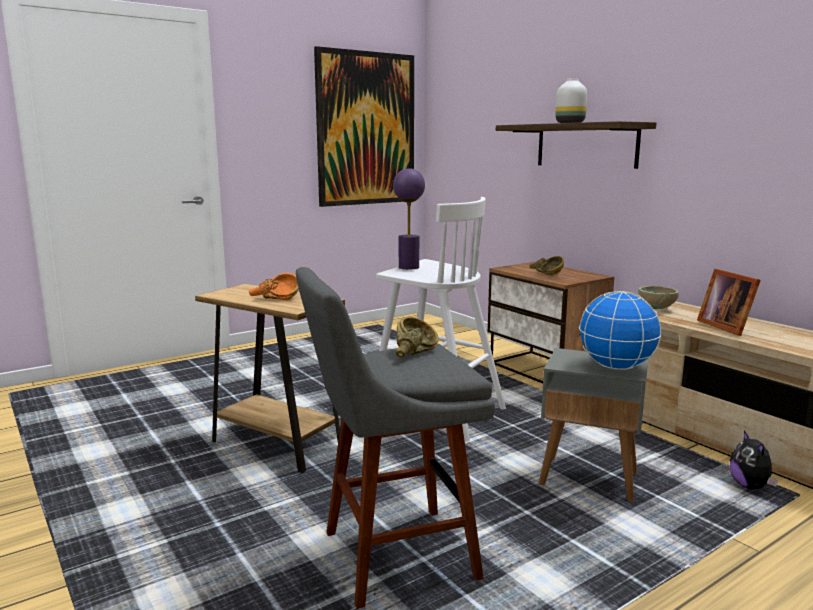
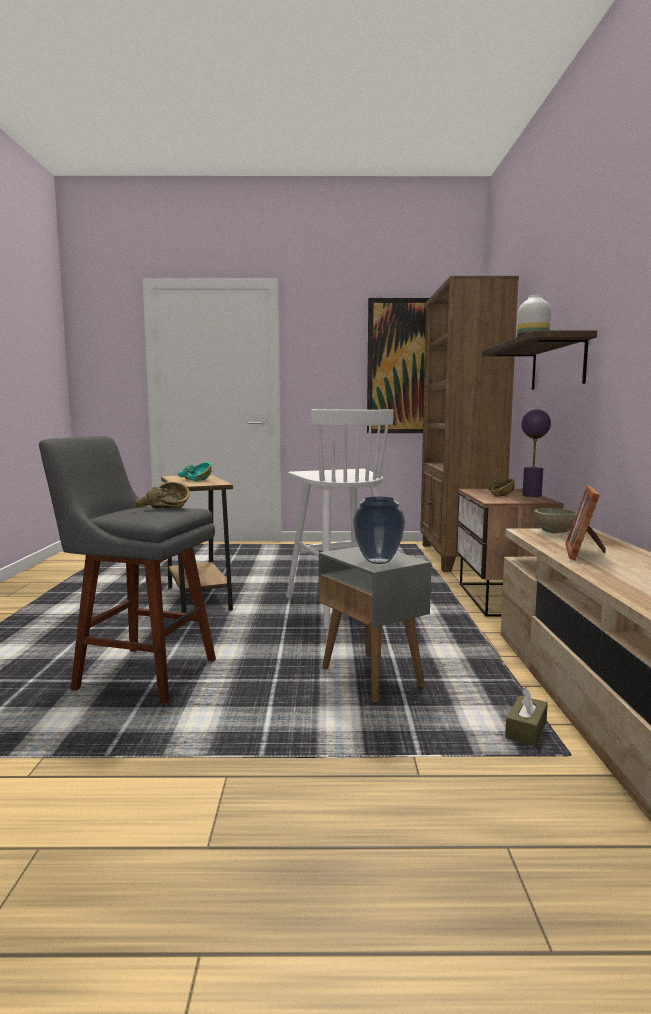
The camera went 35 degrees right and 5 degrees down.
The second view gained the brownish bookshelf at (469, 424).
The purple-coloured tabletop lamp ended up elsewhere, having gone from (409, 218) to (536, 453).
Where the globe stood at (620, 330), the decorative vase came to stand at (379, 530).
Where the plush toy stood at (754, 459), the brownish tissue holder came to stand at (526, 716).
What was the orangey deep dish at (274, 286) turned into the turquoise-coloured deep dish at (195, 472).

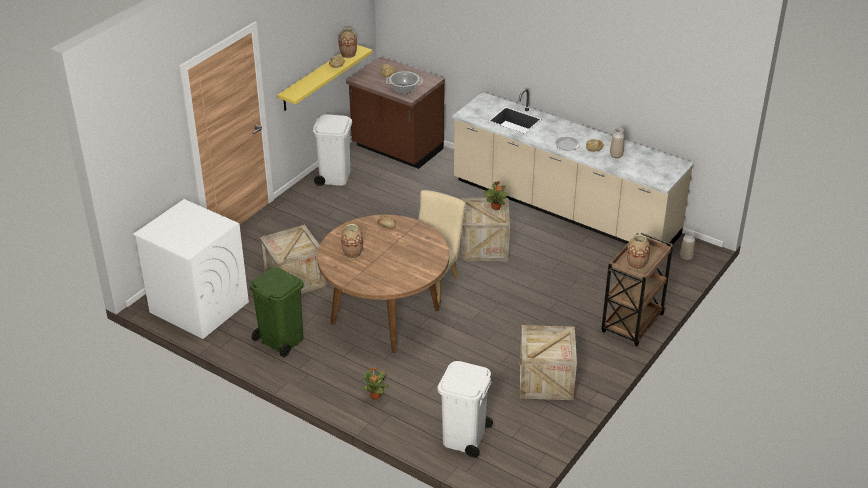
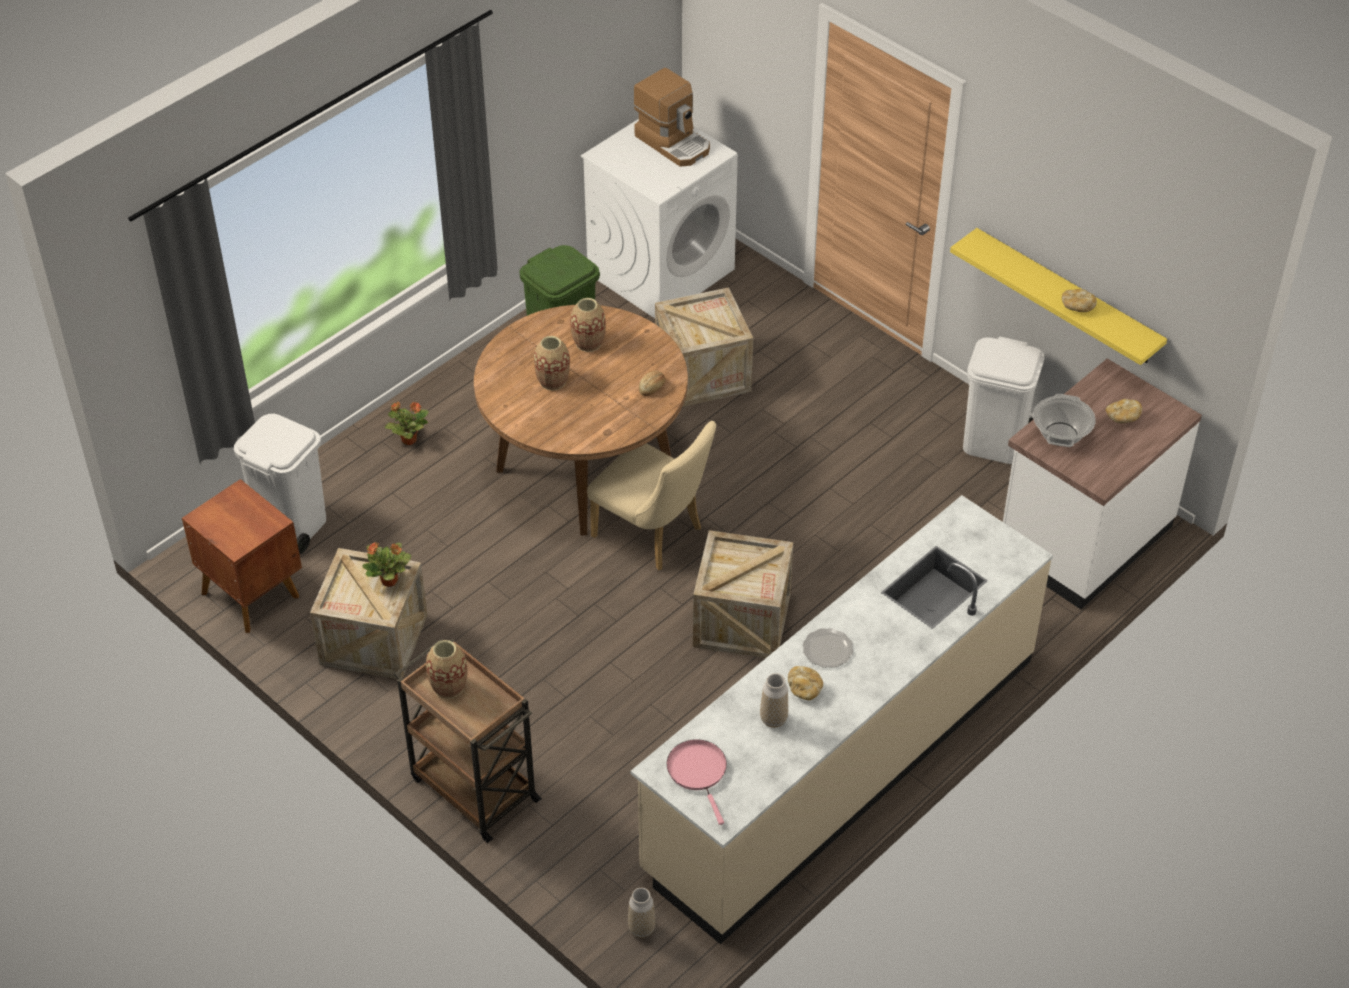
The camera went 100 degrees right and 10 degrees up.
The second view gained the brownish bedside table at (242, 556).
The second view gained the coffee maker at (672, 117).
The second view gained the pink pan at (697, 782).
The decorative vase ended up elsewhere, having gone from (347, 43) to (552, 363).
The plant in a pot ended up elsewhere, having gone from (495, 195) to (386, 564).
What was the brownish kitchen counter at (395, 113) turned into the whitish kitchen counter at (1102, 484).

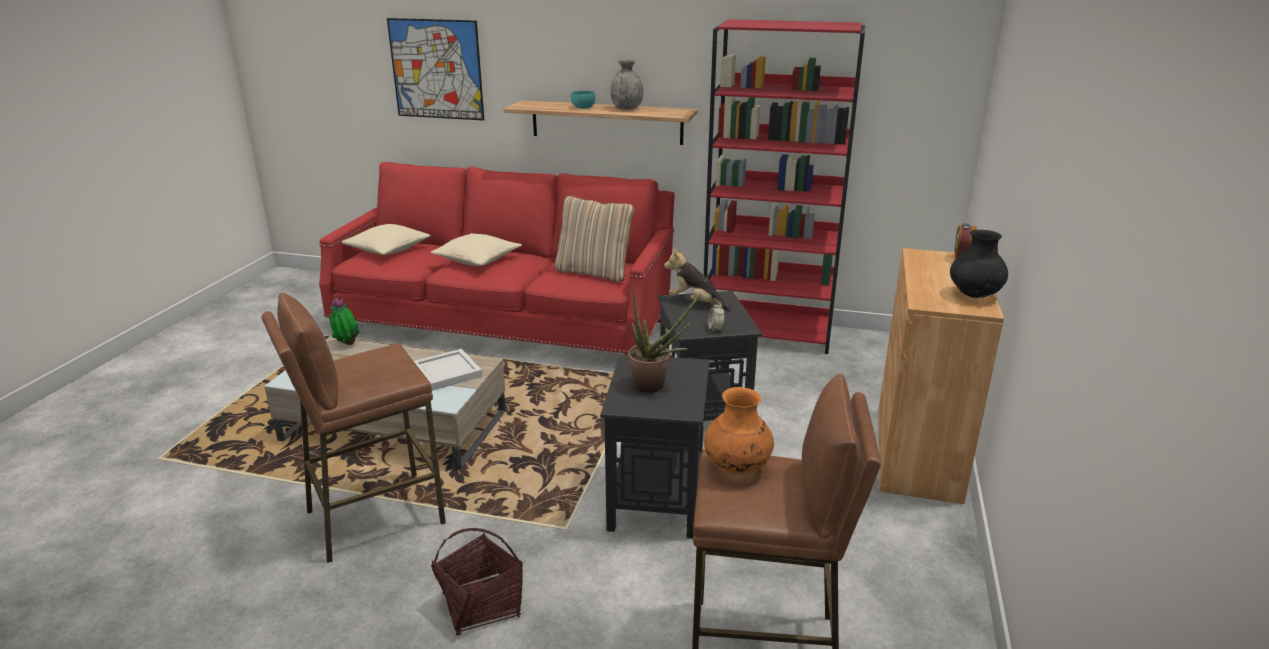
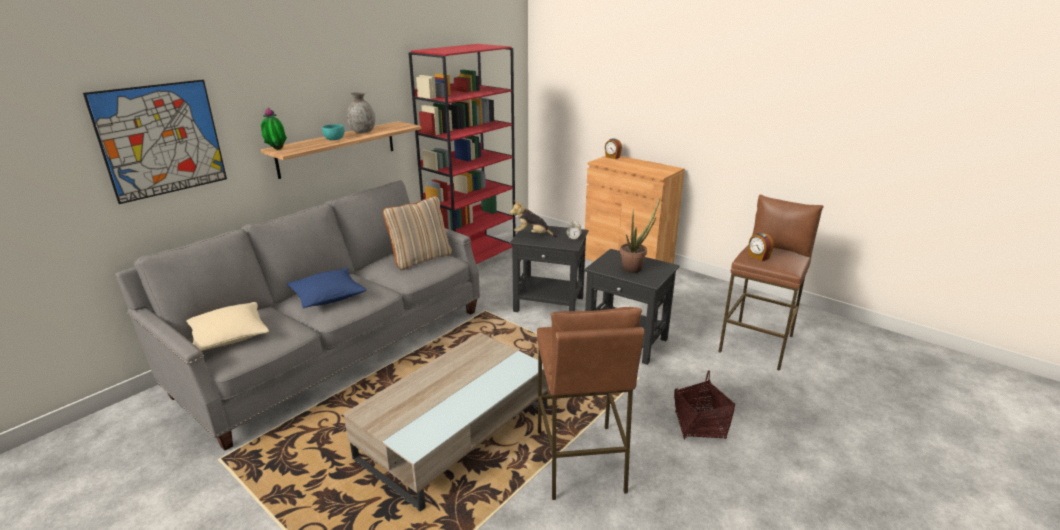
The camera went 65 degrees left and 0 degrees up.
The second view lost the whitish serving tray at (448, 370).
The second view lost the black decorative vase at (979, 264).
The plant in a pot ended up elsewhere, having gone from (345, 321) to (274, 129).
Where the orangey decorative vase stood at (739, 431), the alarm clock came to stand at (761, 247).
What was the reddish couch at (497, 258) turned into the gray couch at (297, 315).
What was the beige-coloured throw pillow at (476, 249) turned into the bluish throw pillow at (326, 288).
The plush toy at (697, 279) ended up facing another way, 45 degrees clockwise from before.

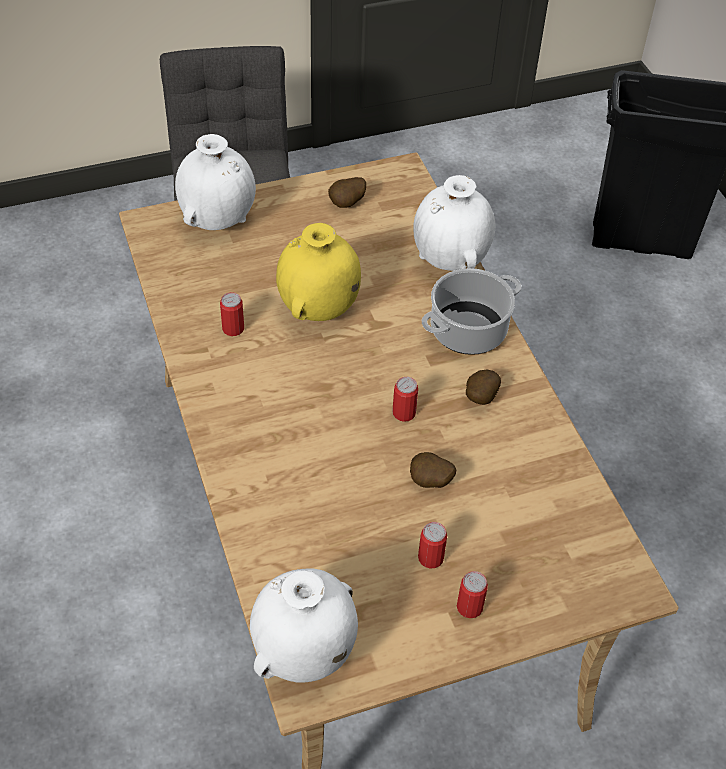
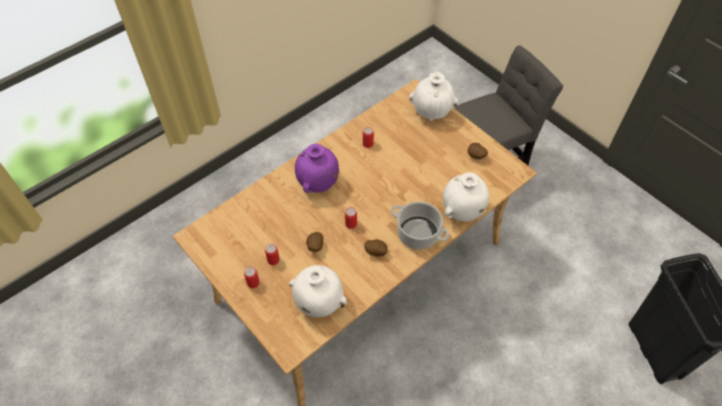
The camera went 70 degrees right and 5 degrees up.
The second view lost the yellowish decorative vase at (318, 272).
The second view gained the purple-coloured decorative vase at (317, 168).
The whitish decorative vase ended up elsewhere, having gone from (304, 626) to (318, 291).

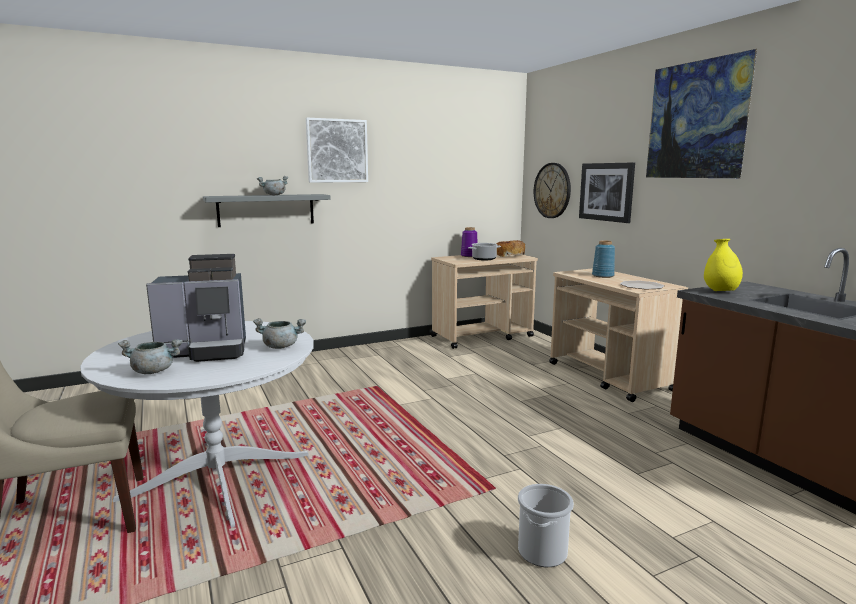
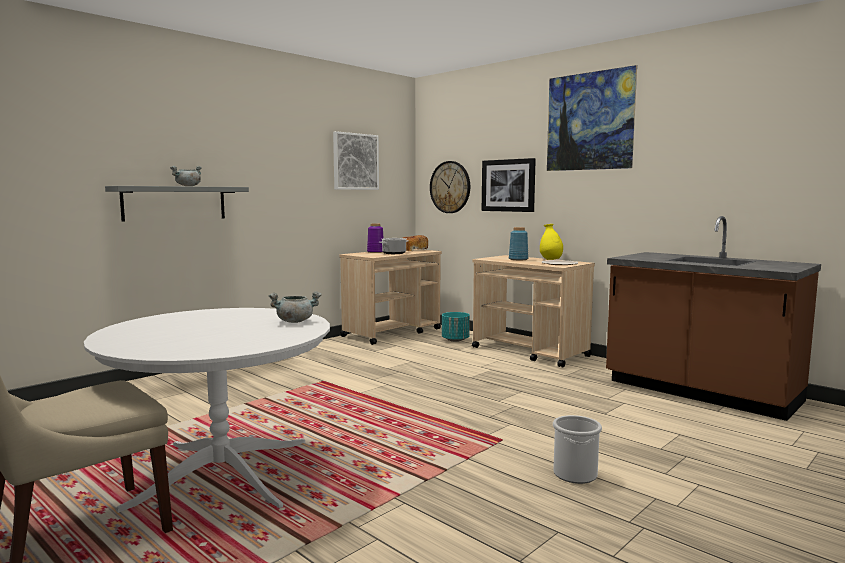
The camera went 20 degrees left and 5 degrees down.
The second view lost the gray saucepot at (150, 356).
The second view lost the coffee maker at (196, 308).
The second view gained the turquoise-coloured plant pot at (456, 327).
The wall art ended up elsewhere, having gone from (337, 150) to (356, 160).
The yellowish decorative vase ended up elsewhere, having gone from (723, 265) to (551, 242).

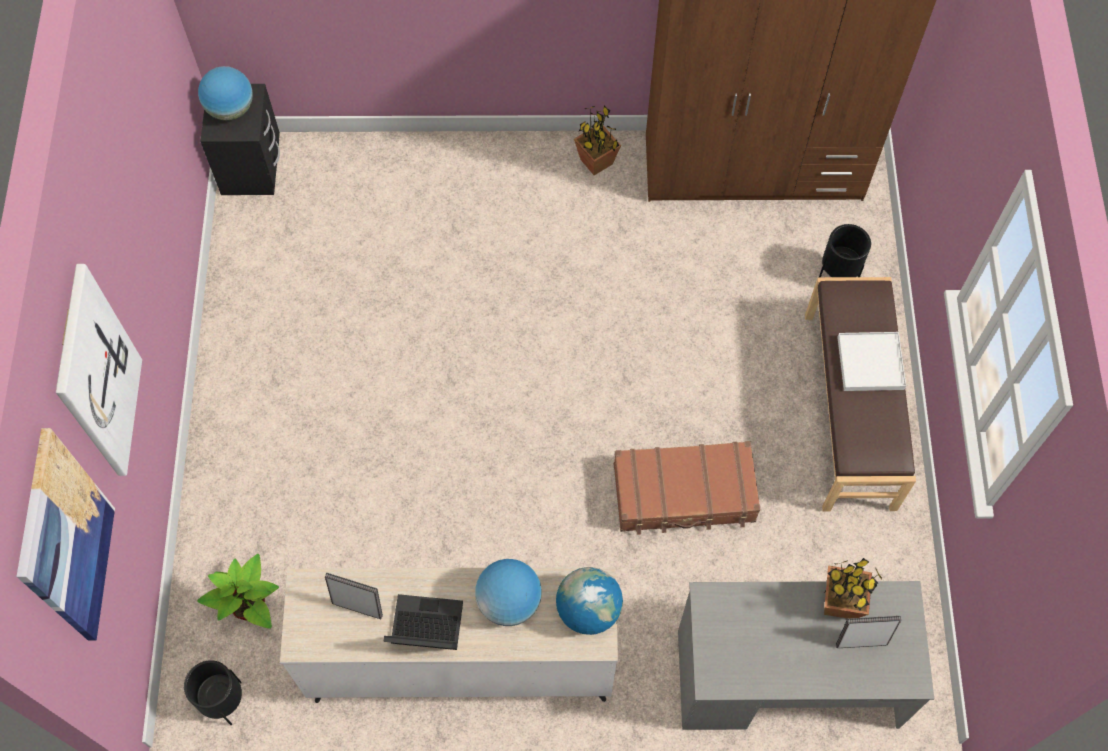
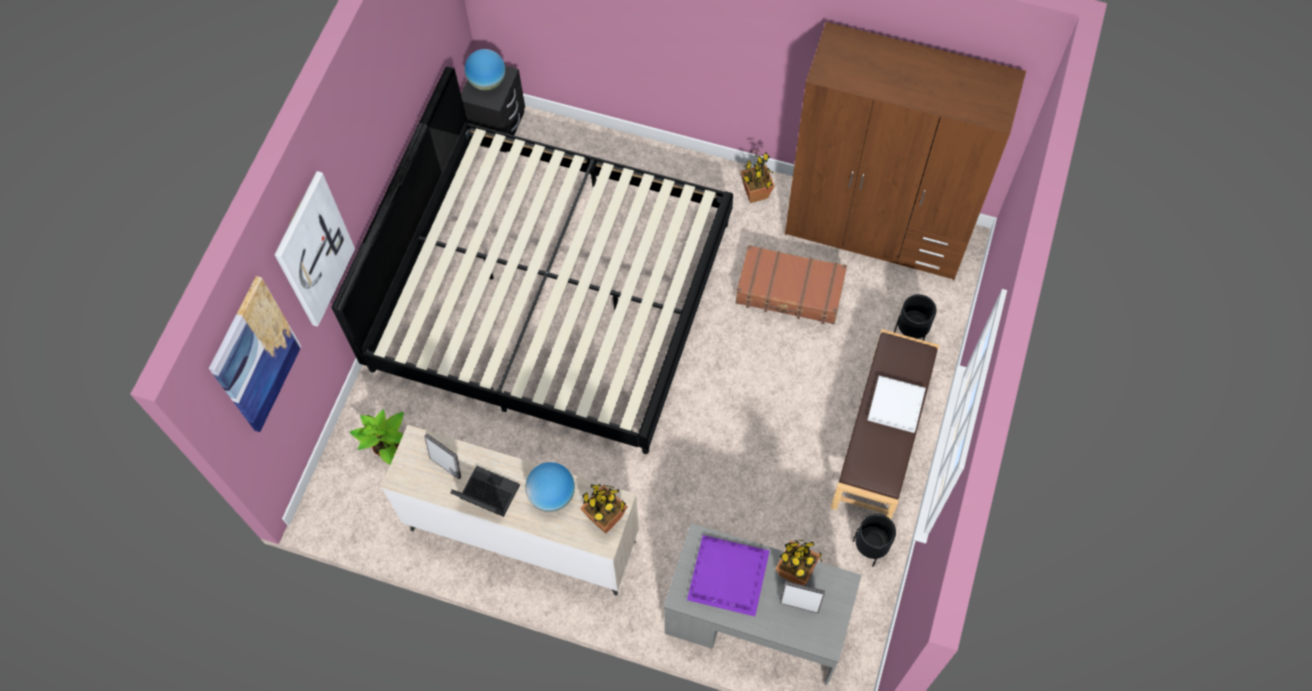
The camera went 20 degrees right and 0 degrees up.
The second view gained the bedroom bed at (532, 260).
The second view gained the purple-coloured serving tray at (728, 575).
The black plant pot ended up elsewhere, having gone from (213, 692) to (874, 540).
The brownish piece of luggage ended up elsewhere, having gone from (687, 488) to (791, 284).
Where the globe stood at (589, 601), the plant in a pot came to stand at (604, 509).

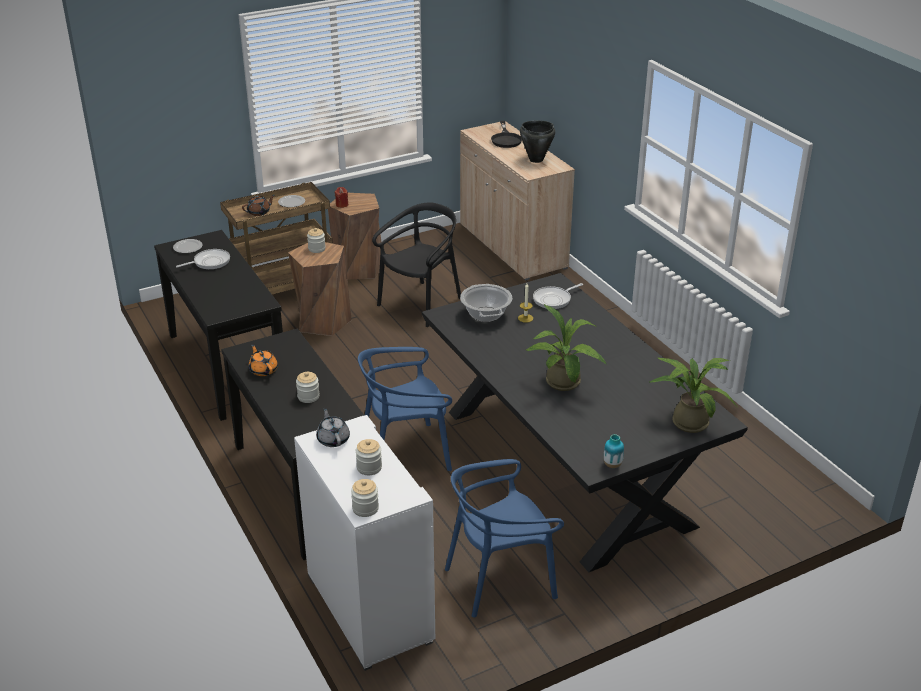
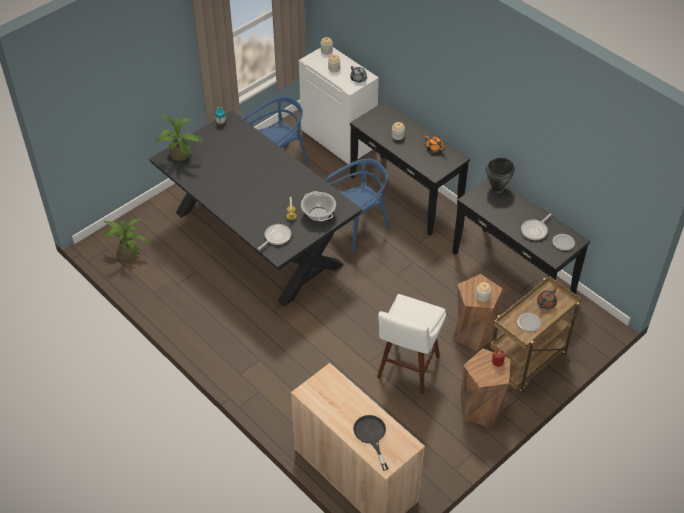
The camera went 165 degrees right and 15 degrees up.
The black saucepot ended up elsewhere, having gone from (537, 141) to (500, 175).
The plant in a pot ended up elsewhere, having gone from (566, 347) to (125, 239).
Where the black chair stood at (416, 264), the whitish sitting stool came to stand at (411, 344).

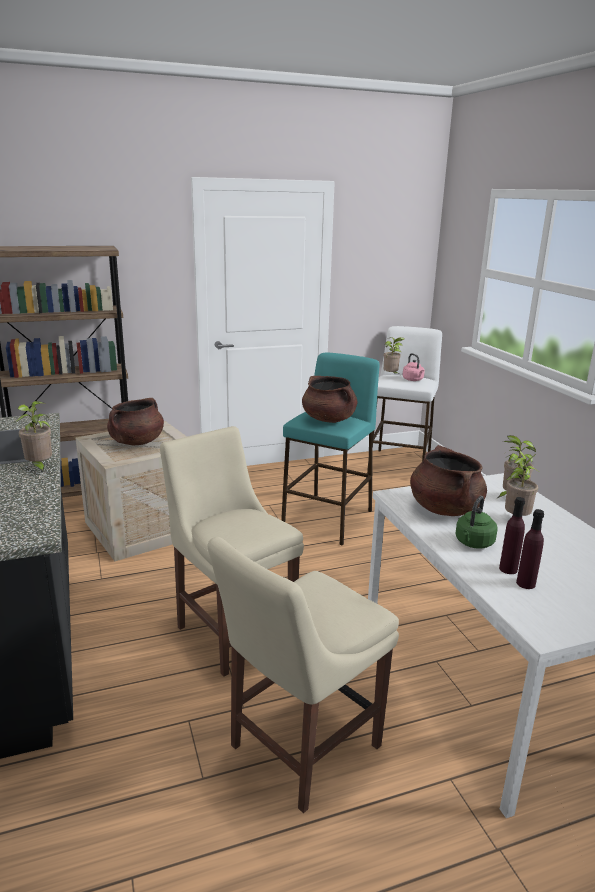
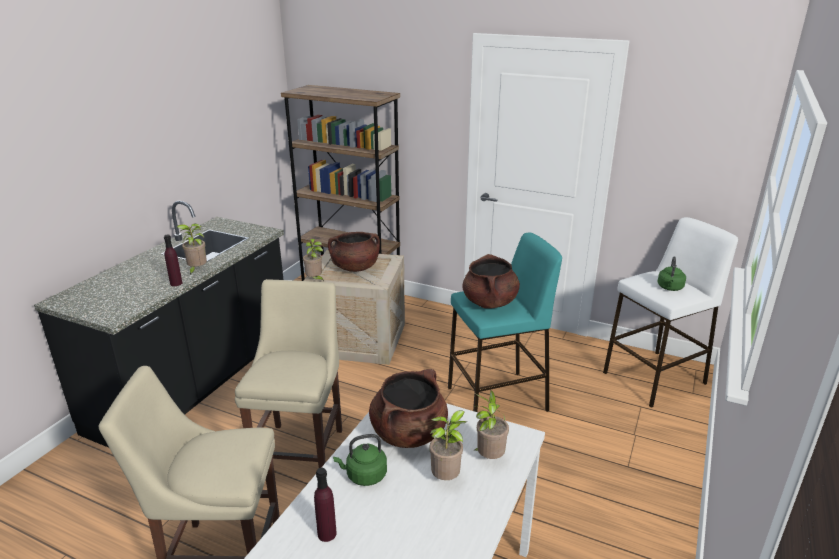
The camera went 45 degrees right and 5 degrees up.
The plant in a pot ended up elsewhere, having gone from (394, 355) to (313, 260).
The purple-coloured bottle ended up elsewhere, having gone from (512, 535) to (173, 260).
What was the pink water kettle at (414, 367) turned into the green water kettle at (671, 273).

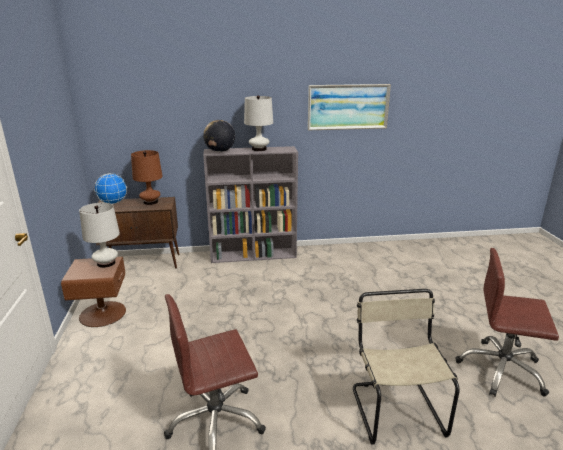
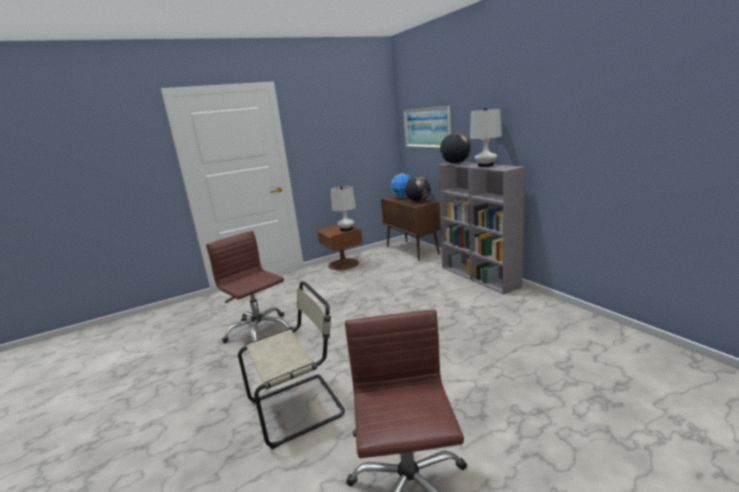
The camera went 70 degrees right and 5 degrees down.
The wall art ended up elsewhere, having gone from (349, 107) to (427, 127).
Where the brownish tabletop lamp stood at (147, 177), the globe came to stand at (418, 189).

